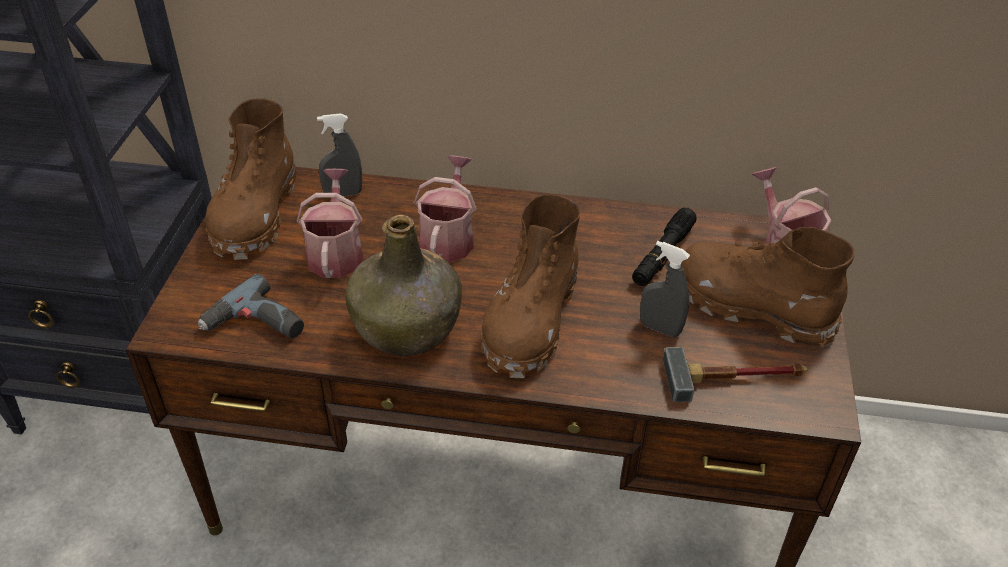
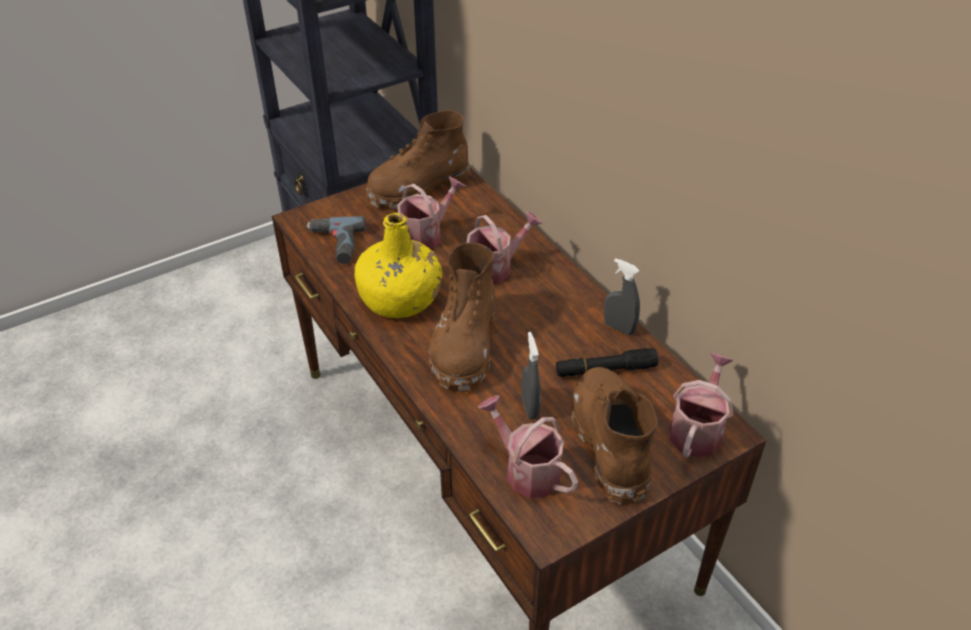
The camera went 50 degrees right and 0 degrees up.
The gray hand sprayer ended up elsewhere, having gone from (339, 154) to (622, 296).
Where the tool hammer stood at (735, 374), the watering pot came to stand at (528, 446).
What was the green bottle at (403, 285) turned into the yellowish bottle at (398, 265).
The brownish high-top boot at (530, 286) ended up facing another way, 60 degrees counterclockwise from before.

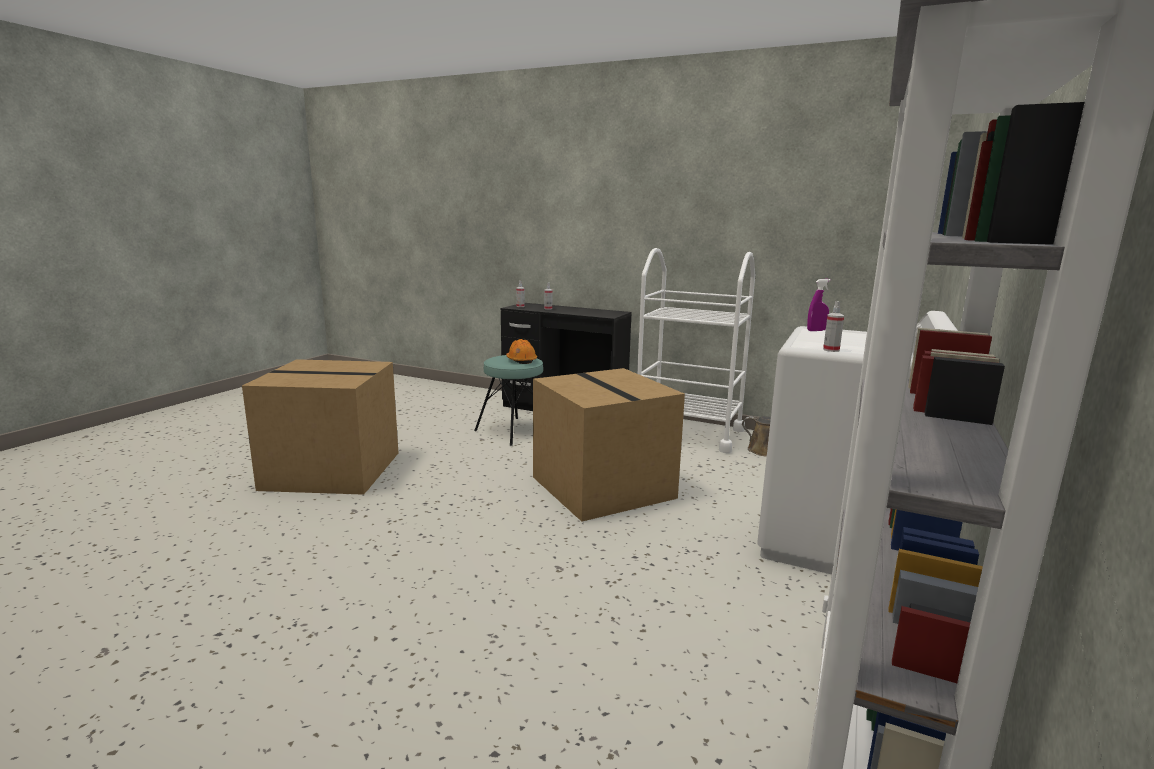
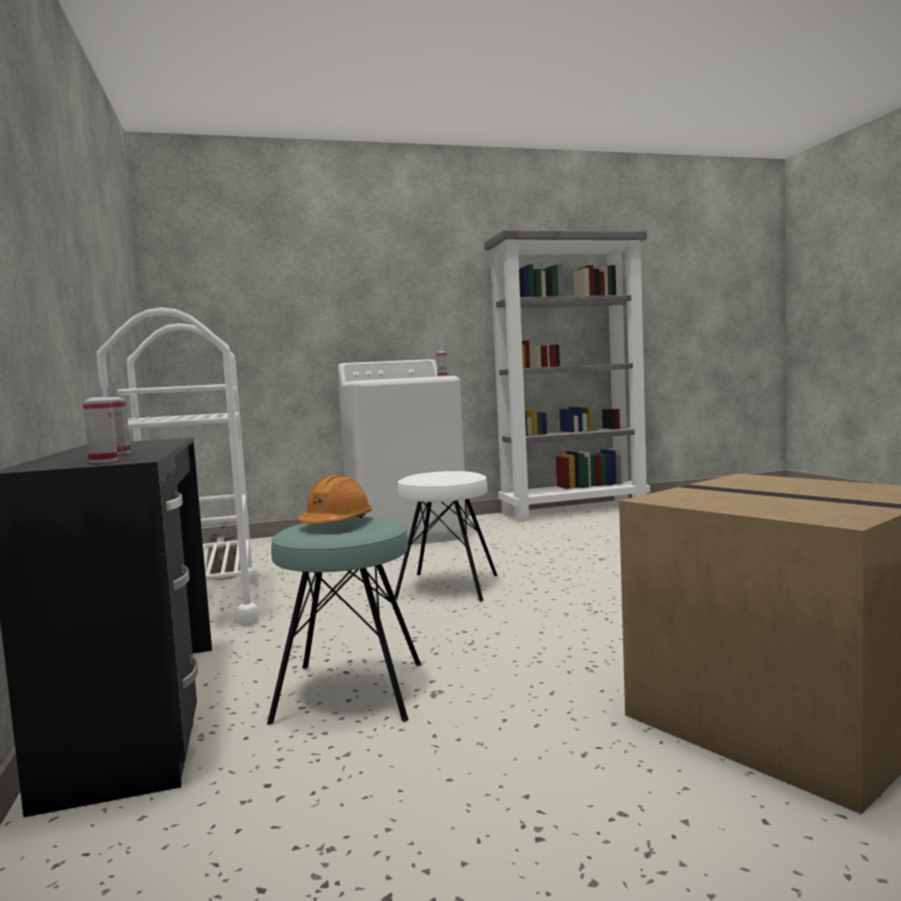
The camera went 130 degrees left and 10 degrees down.
The second view lost the purple-coloured hand sprayer at (819, 305).
Where the cardboard box stood at (609, 445), the whitish sitting stool came to stand at (446, 536).

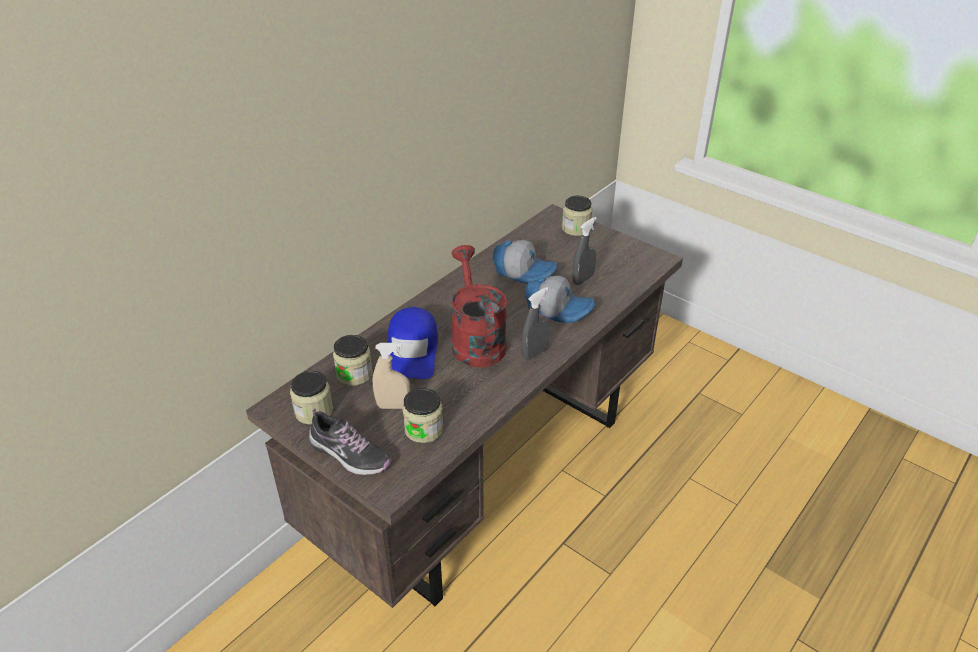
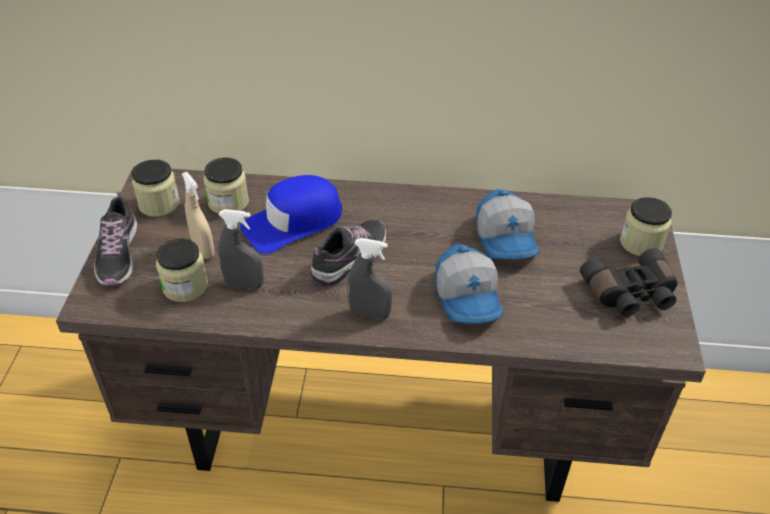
The camera went 55 degrees right and 5 degrees up.
The second view gained the black field glasses at (628, 282).
The gray hand sprayer ended up elsewhere, having gone from (584, 251) to (241, 249).
Where the reddish watering pot stood at (479, 306), the item of footwear came to stand at (348, 252).

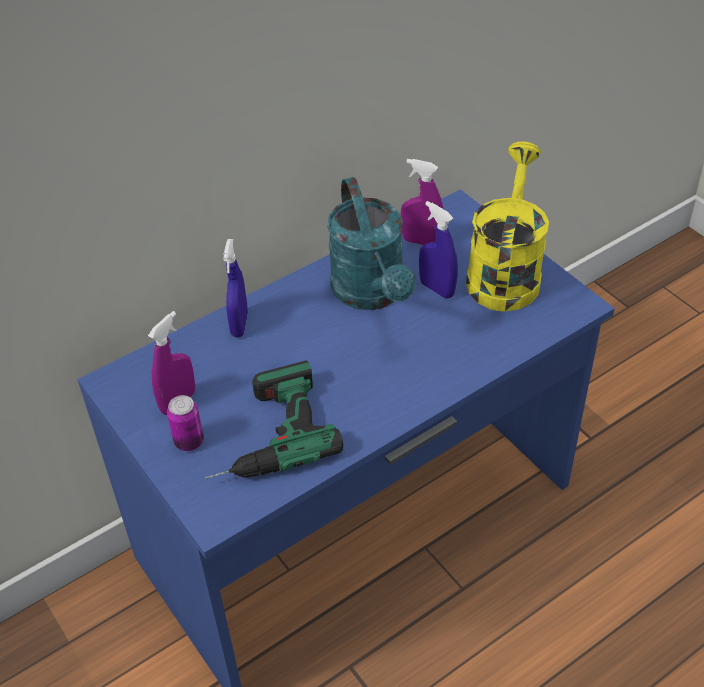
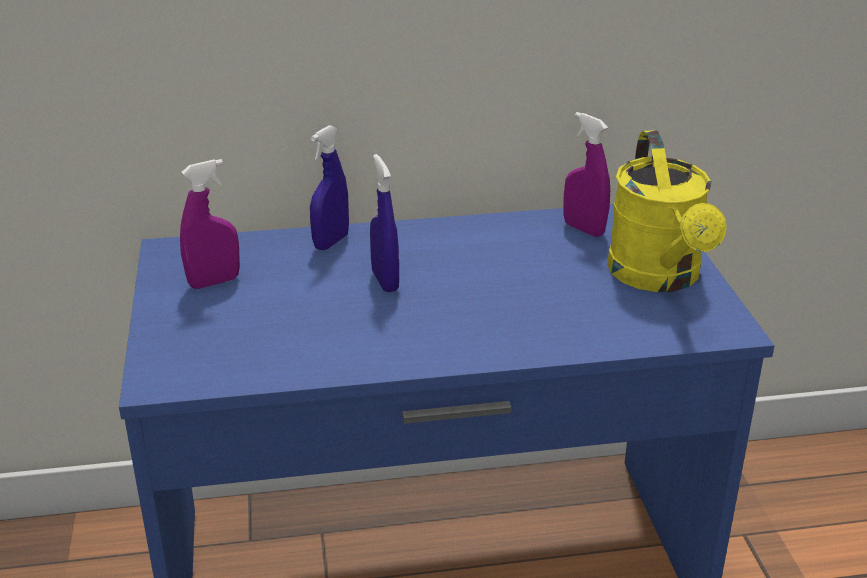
The camera went 25 degrees right and 15 degrees down.
The second view lost the sealed can at (185, 423).
The second view lost the electric drill at (274, 419).
The second view lost the turquoise-coloured watering pot at (371, 243).
The bluish hand sprayer ended up elsewhere, having gone from (438, 250) to (384, 223).
The yellowish watering pot at (507, 226) ended up facing another way, 135 degrees clockwise from before.

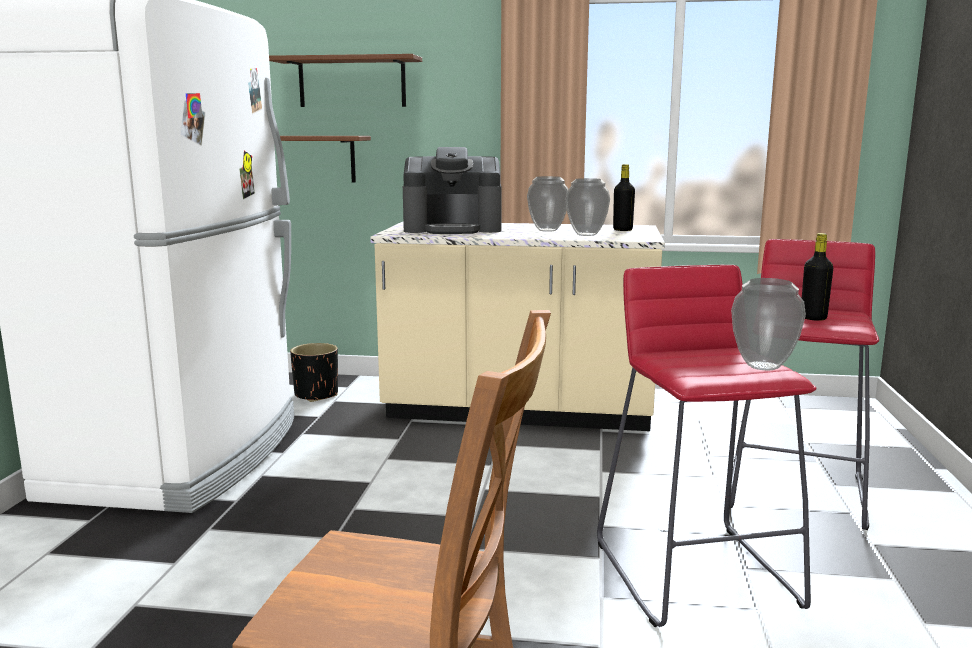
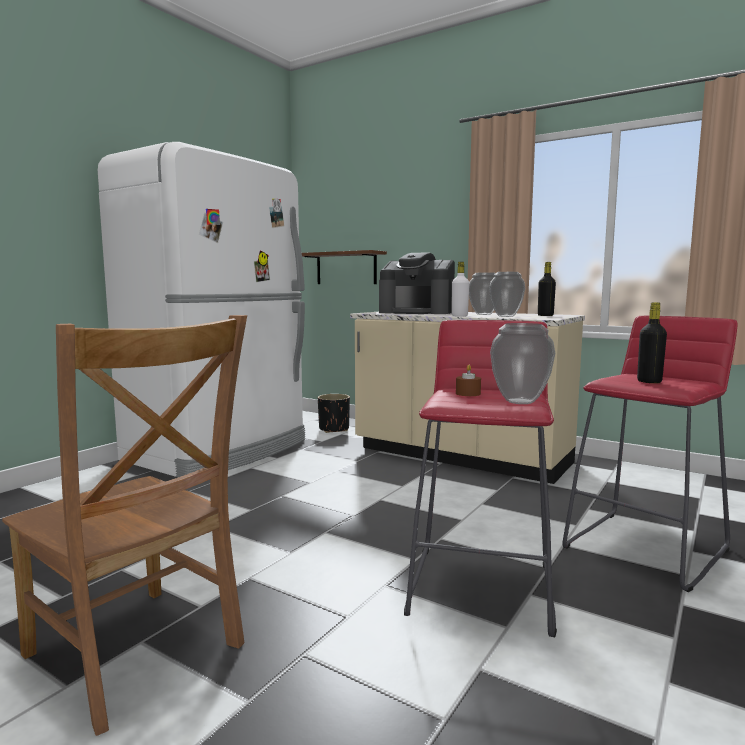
The camera went 25 degrees right and 5 degrees down.
The second view lost the brownish wall shelf at (345, 80).
The second view gained the whitish bottle at (460, 289).
The second view gained the brownish wax light at (468, 380).

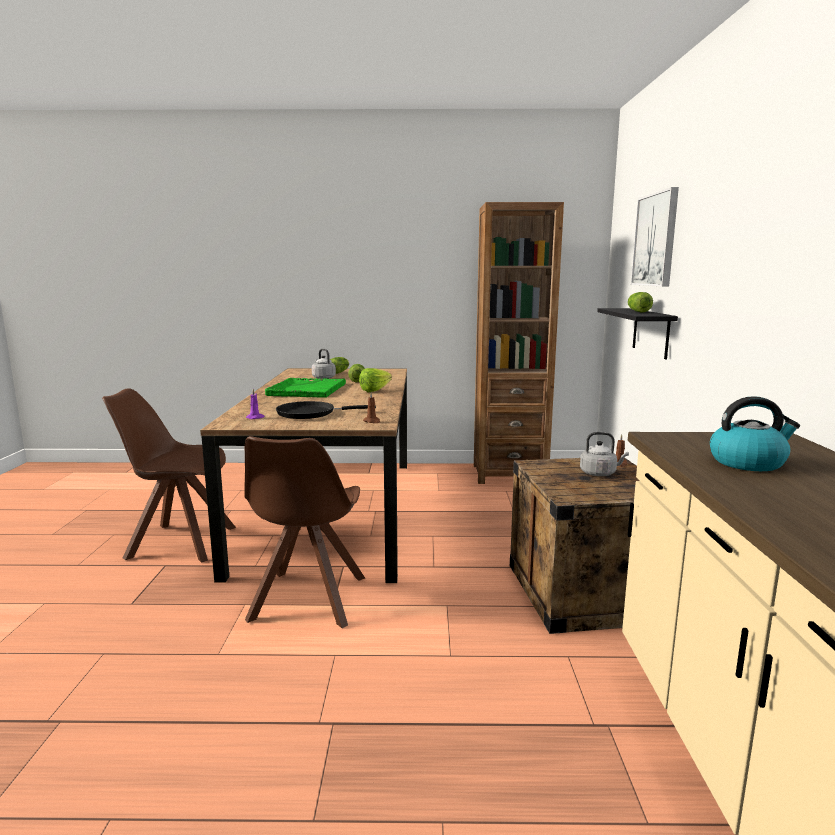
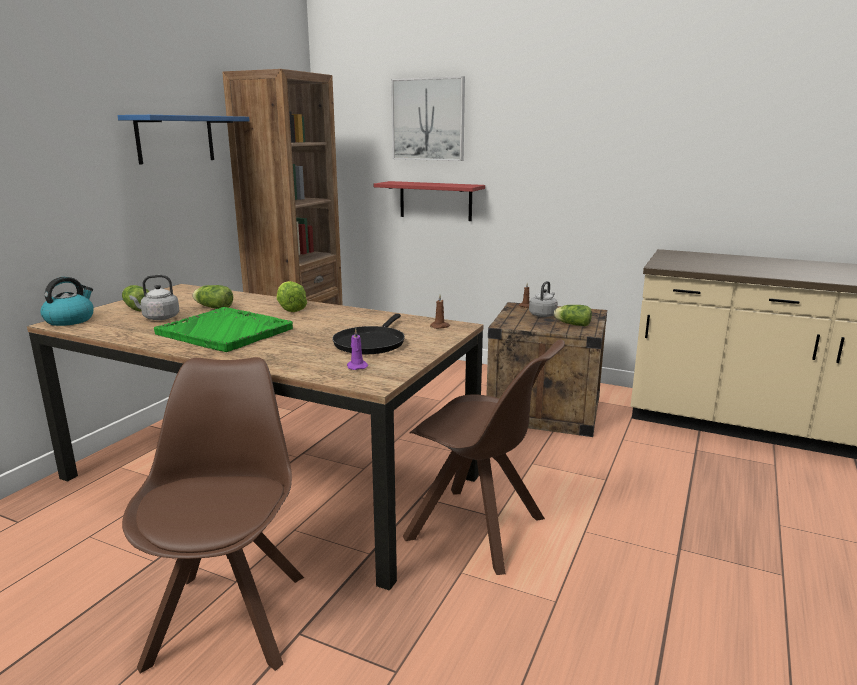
The camera went 65 degrees left and 5 degrees up.
The second view gained the bluish wall shelf at (184, 140).
The head of lettuce ended up elsewhere, having gone from (640, 302) to (573, 315).
The water kettle ended up elsewhere, having gone from (755, 433) to (67, 301).
What was the black wall shelf at (637, 333) turned into the reddish wall shelf at (429, 201).
The brownish chair at (169, 475) ended up facing another way, 150 degrees clockwise from before.

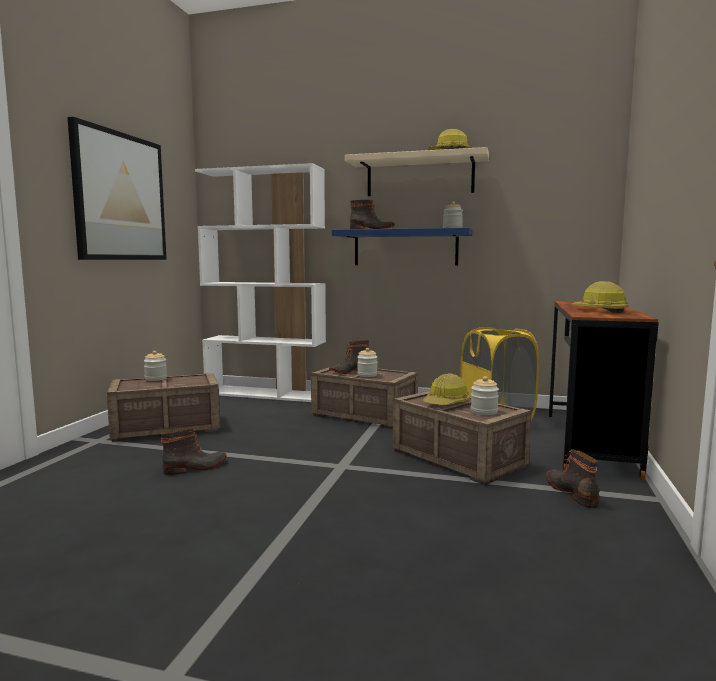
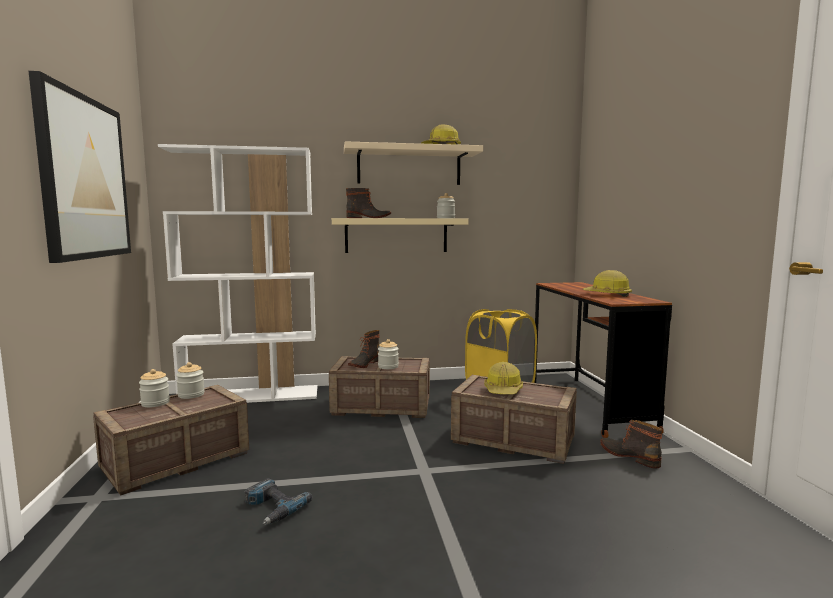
The camera went 25 degrees left and 0 degrees up.
The preserve jar ended up elsewhere, having gone from (485, 395) to (190, 380).
Where the high-top boot stood at (193, 451), the electric drill came to stand at (278, 501).
What was the bluish wall shelf at (402, 246) turned into the beige-coloured wall shelf at (400, 235).

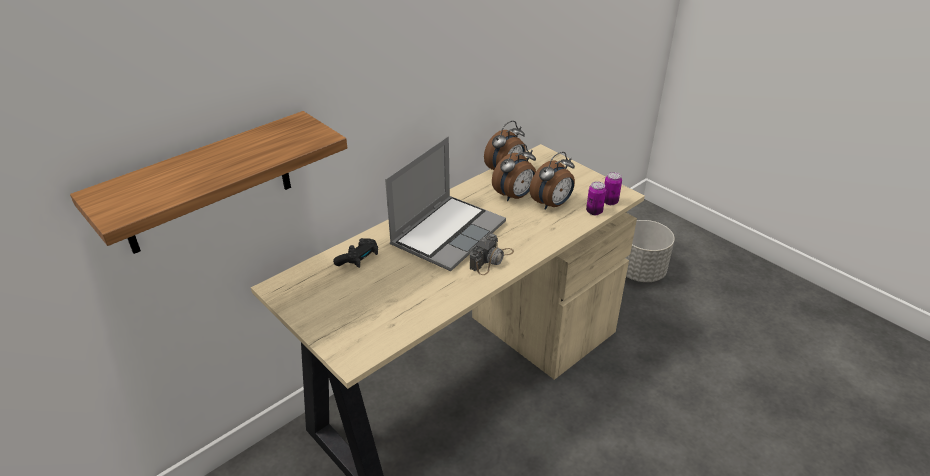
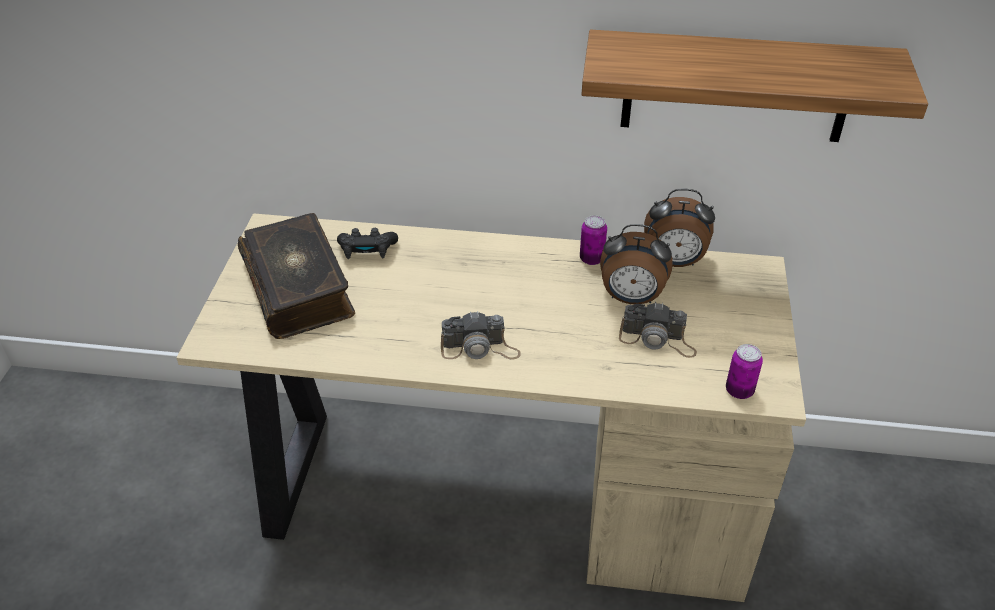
The camera went 50 degrees right and 5 degrees up.
The second view lost the portable computer at (445, 203).
The second view lost the gray plant pot at (650, 251).
The second view gained the book at (296, 276).
The wall shelf ended up elsewhere, having gone from (208, 182) to (754, 86).
The sealed can ended up elsewhere, having gone from (596, 198) to (593, 240).
Where the alarm clock stood at (552, 181), the still camera came to stand at (658, 330).

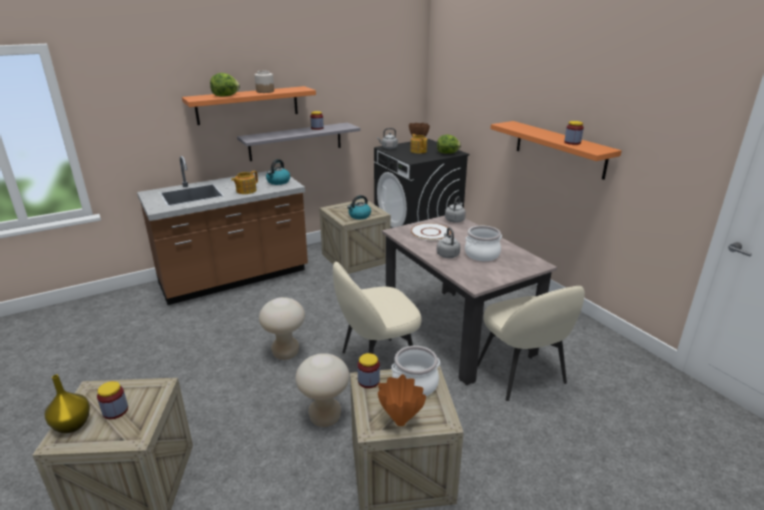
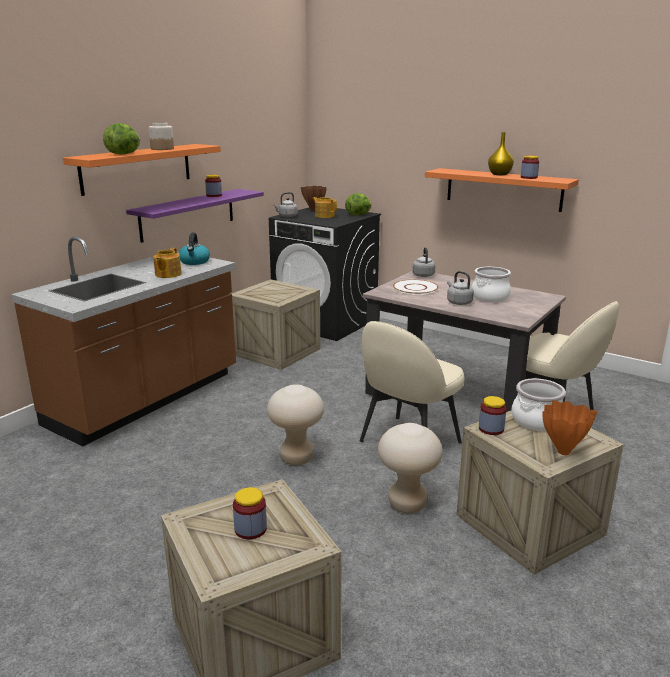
The camera went 25 degrees left and 5 degrees down.
The second view lost the water kettle at (359, 207).
The yellowish decorative vase ended up elsewhere, having gone from (67, 404) to (501, 153).
What was the gray wall shelf at (298, 141) turned into the purple-coloured wall shelf at (195, 216).

